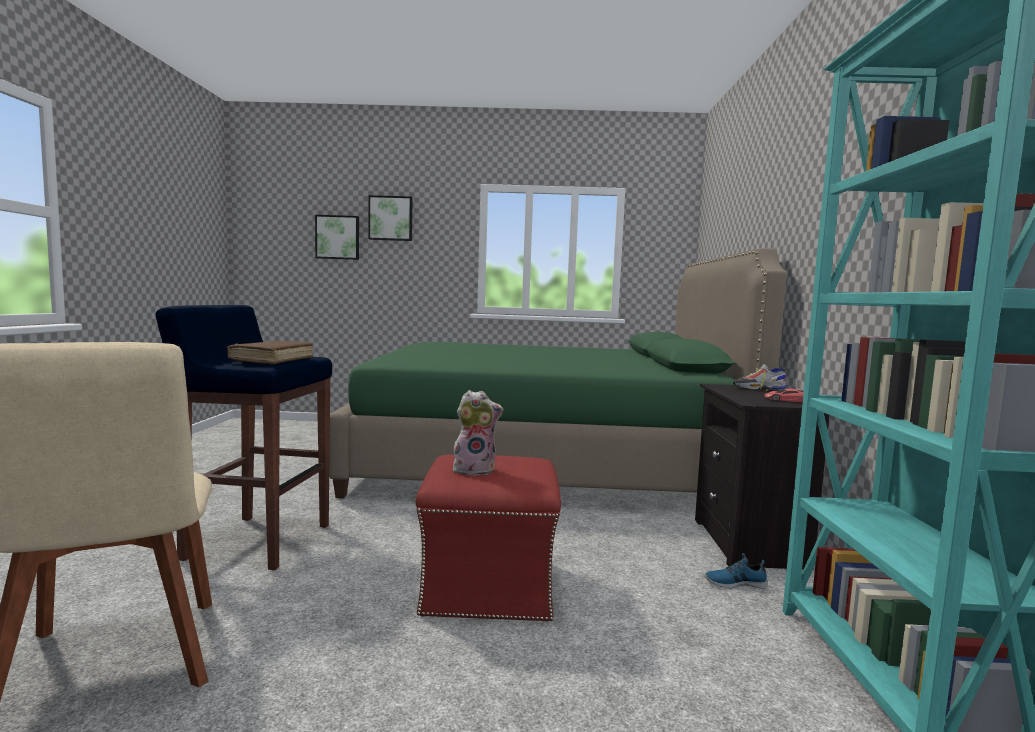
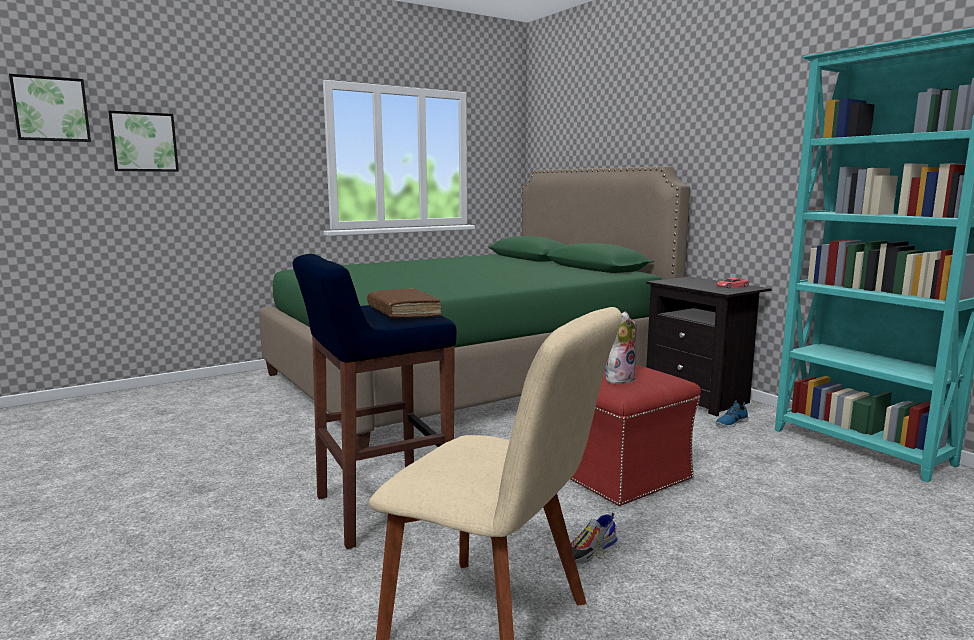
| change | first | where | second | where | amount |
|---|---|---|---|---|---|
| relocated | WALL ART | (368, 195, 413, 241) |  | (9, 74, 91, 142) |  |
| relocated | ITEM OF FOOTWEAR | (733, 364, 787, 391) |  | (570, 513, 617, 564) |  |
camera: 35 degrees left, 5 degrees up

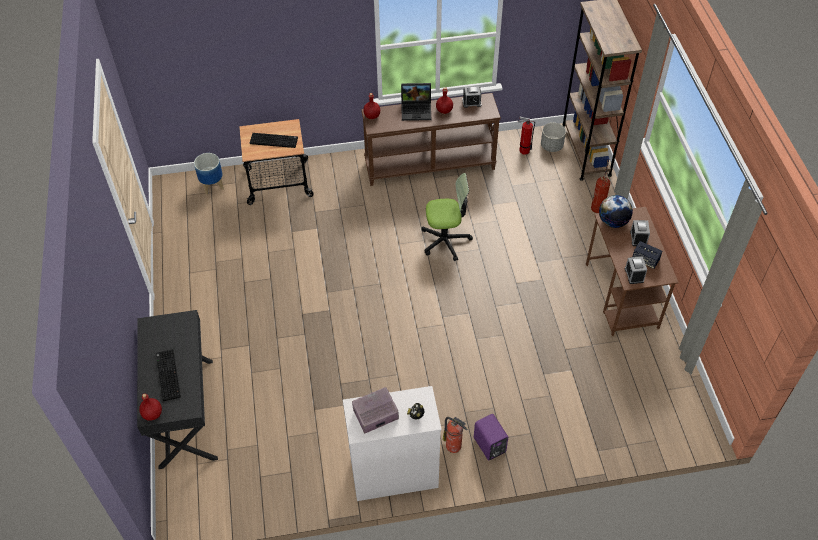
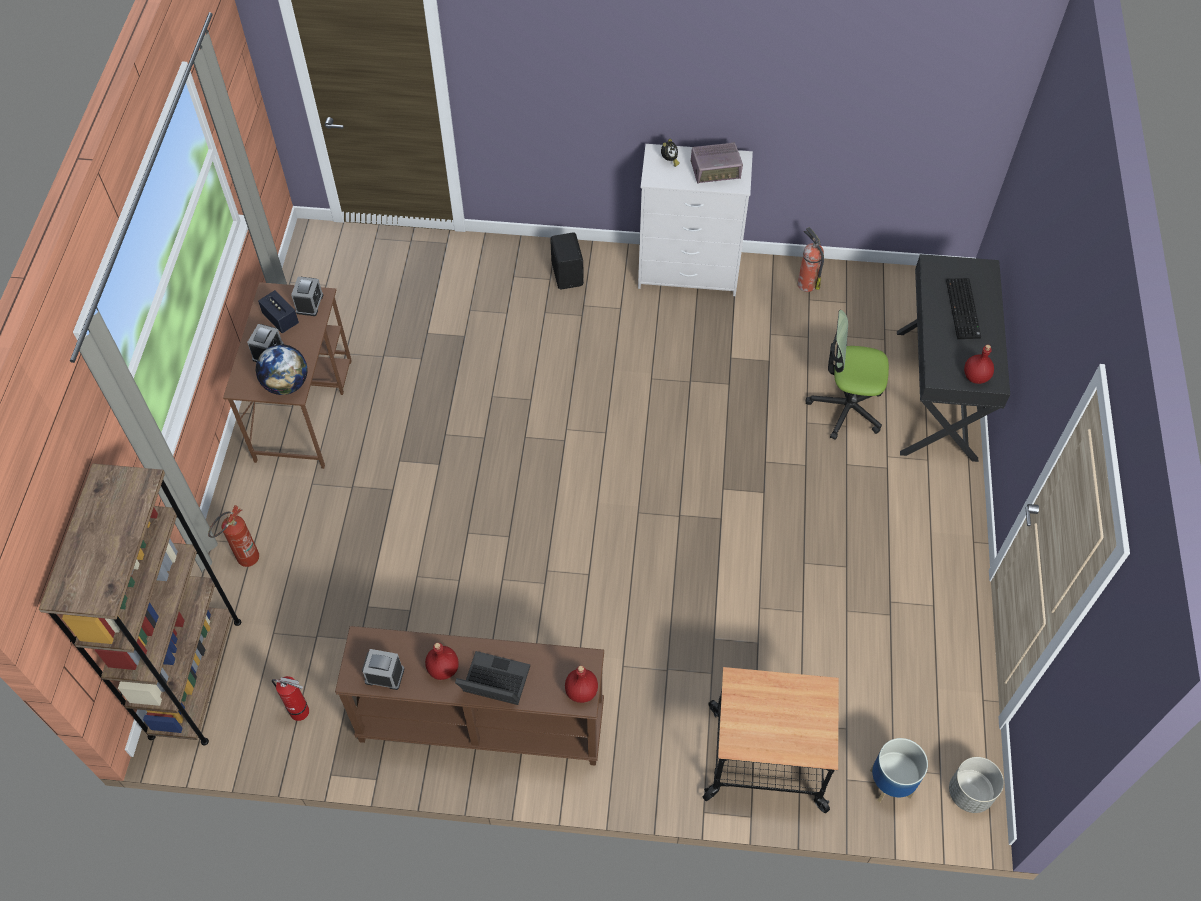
| change | first | where | second | where | amount |
|---|---|---|---|---|---|
| missing | COMPUTER KEYBOARD | (250, 133, 298, 148) |  |  |  |
| relocated | RED-COLOURED BOTTLE | (139, 394, 162, 421) |  | (964, 345, 994, 384) |  |
| relocated | COMPUTER CHAIR | (421, 173, 473, 261) |  | (806, 310, 889, 440) |  |
| relocated | EXTINGUISHER | (443, 417, 467, 453) |  | (798, 227, 824, 292) |  |
| relocated | GREYISH PLANTER | (541, 123, 566, 152) |  | (949, 757, 1004, 813) |  |
| colour | PURPLE AUDIO SPEAKER | (474, 414, 508, 460) | BLACK-COLOURED AUDIO SPEAKER | (550, 233, 584, 289) |  |
camera: 165 degrees left, 5 degrees up

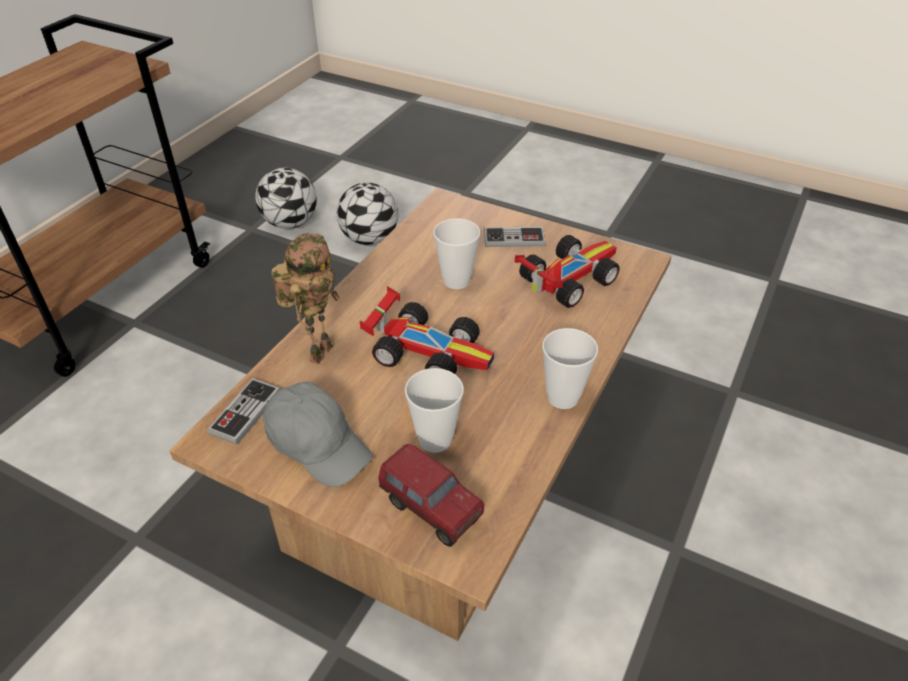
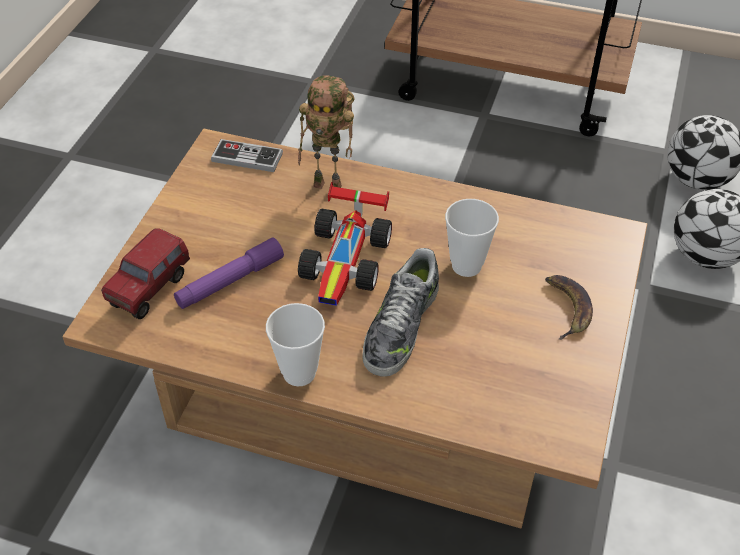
| change | first | where | second | where | amount |
|---|---|---|---|---|---|
| missing | GREYISH PEAKED CAP | (263, 381, 373, 487) |  |  |  |
| missing | MODEL CAR | (515, 235, 620, 308) |  |  |  |
| appeared |  |  | ITEM OF FOOTWEAR | (363, 248, 439, 377) |  |
| exchanged | SMALL CUP | (405, 368, 464, 453) | PURPLE TORCH | (174, 237, 284, 309) |  |
| exchanged | JOYPAD | (484, 227, 546, 247) | WHOLE BANANA | (545, 275, 593, 340) |  |
camera: 80 degrees right, 5 degrees up

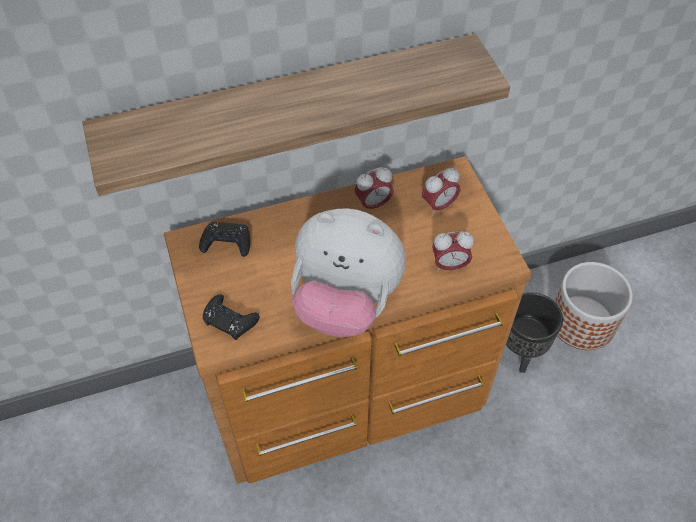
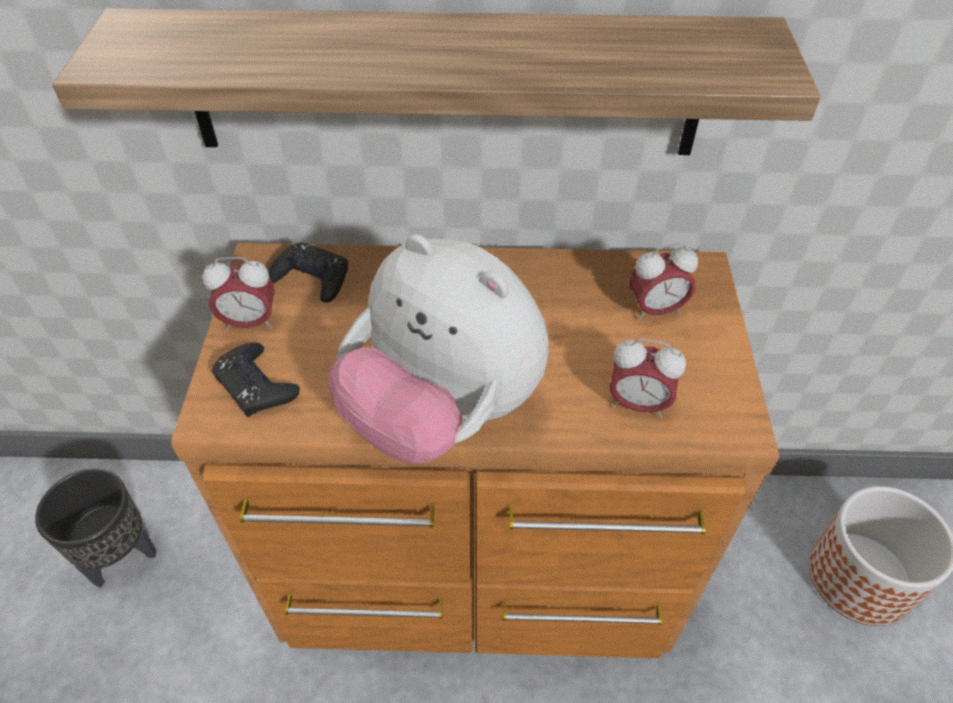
| change | first | where | second | where | amount |
|---|---|---|---|---|---|
| relocated | BEDSIDE CLOCK | (355, 167, 394, 211) |  | (202, 257, 274, 331) |  |
| relocated | BLACK-COLOURED PLANTER | (506, 292, 563, 373) |  | (35, 468, 156, 588) |  |
camera: 20 degrees right, 5 degrees down

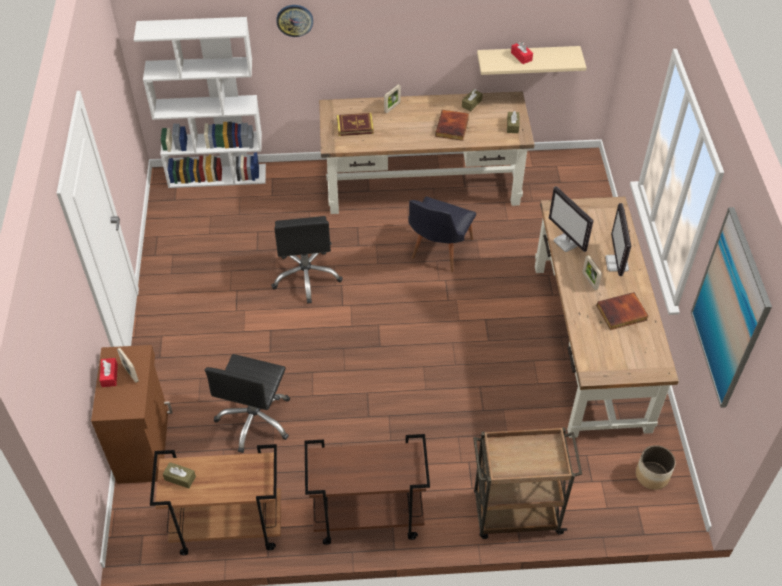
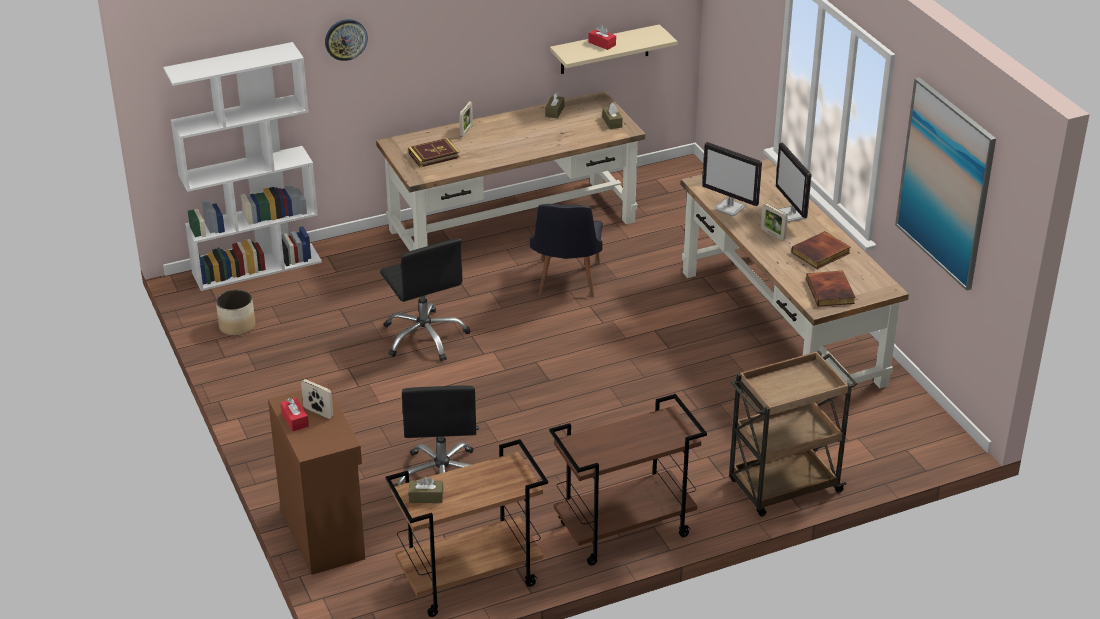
| change | first | where | second | where | amount |
|---|---|---|---|---|---|
| relocated | BOOK | (435, 110, 469, 141) |  | (806, 271, 856, 307) |  |
| relocated | PLANTER | (636, 445, 676, 490) |  | (216, 289, 255, 336) |  |
camera: 20 degrees left, 15 degrees down

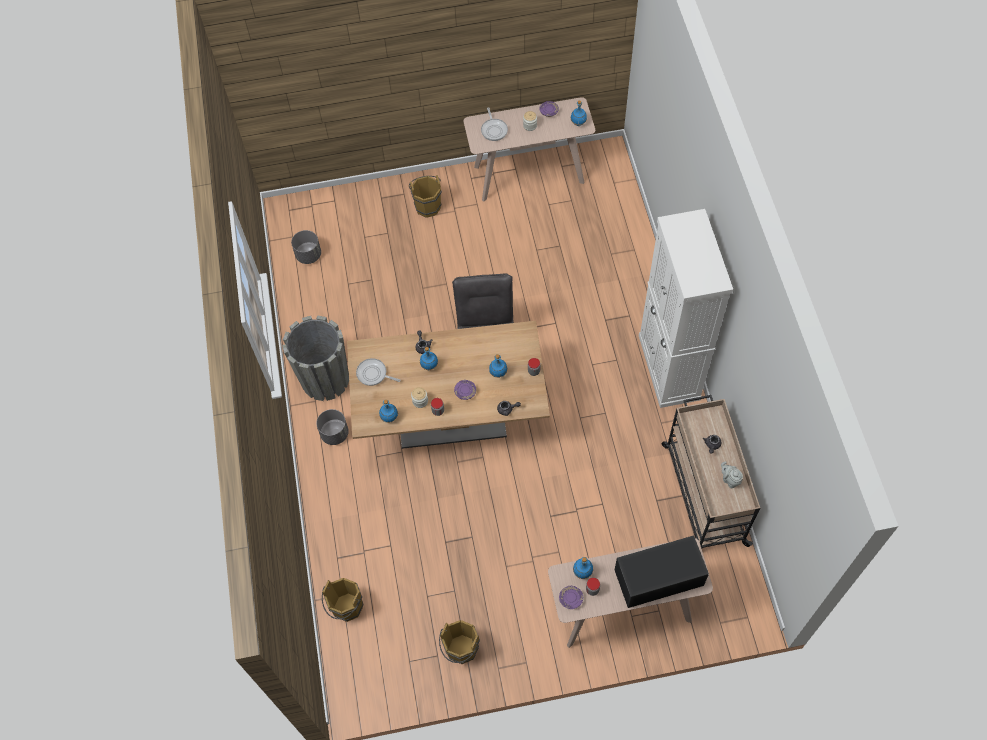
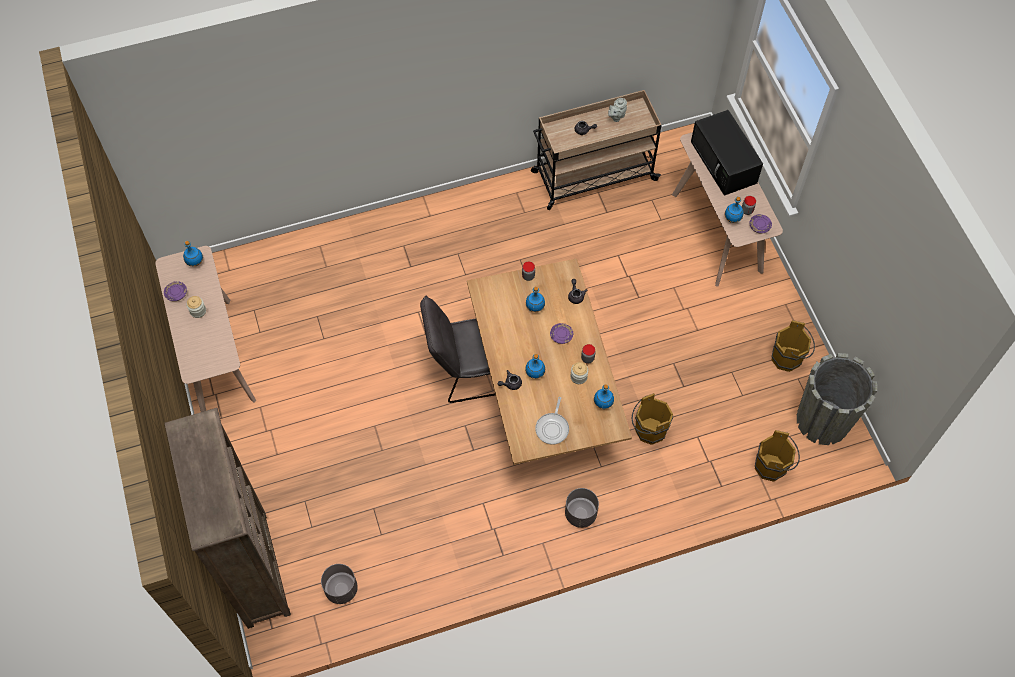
| change | first | where | second | where | amount |
|---|---|---|---|---|---|
| missing | PAN | (481, 107, 508, 141) |  |  |  |
| missing | WHITE-COLOURED CUPBOARD | (639, 209, 733, 408) |  |  |  |
| appeared |  |  | BROWN-COLOURED BOOKSHELF | (165, 408, 291, 629) |  |
| relocated | GREYISH PLANTER | (282, 315, 349, 401) |  | (797, 353, 877, 445) |  |
| relocated | BROWN-COLOURED WATER BUCKET | (409, 175, 442, 218) |  | (632, 393, 674, 445) |  |
camera: 100 degrees left, 0 degrees up

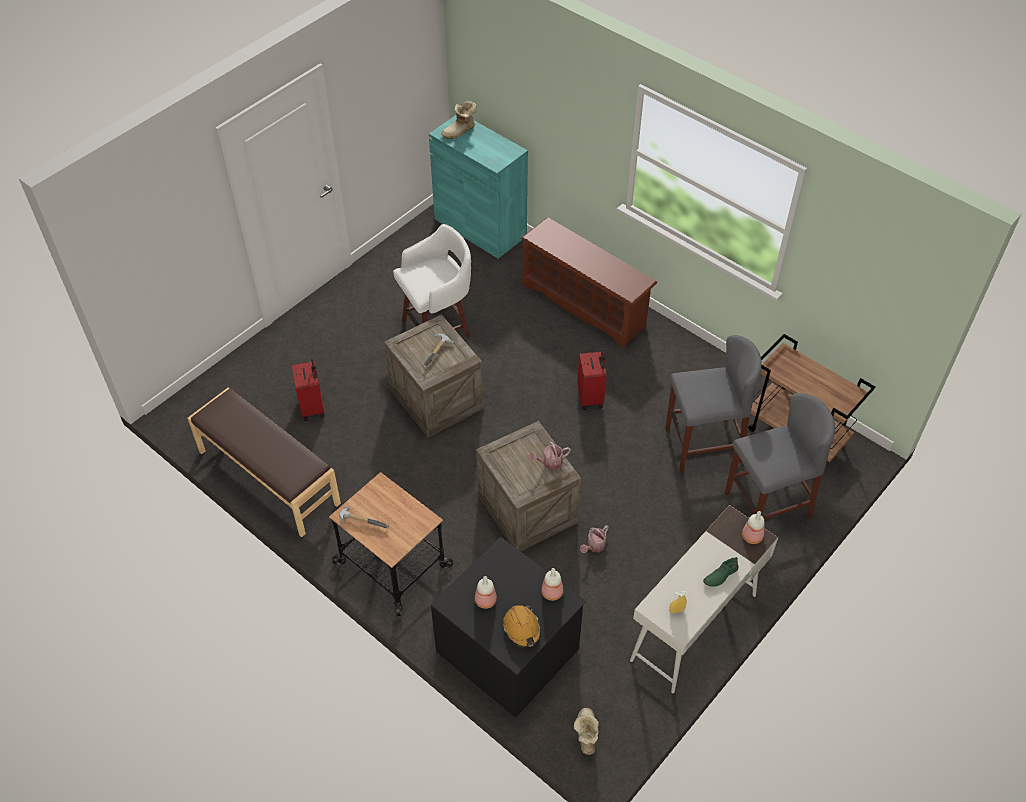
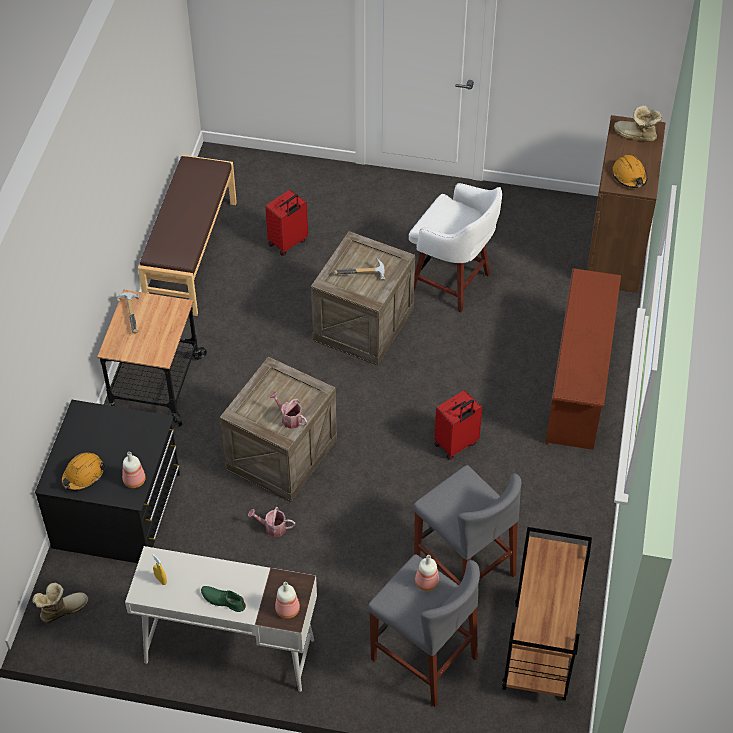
| change | first | where | second | where | amount |
|---|---|---|---|---|---|
| appeared |  |  | ORANGEY SAFETY HELMET | (612, 155, 647, 188) |  |
| relocated | BOTTLE | (475, 576, 497, 609) |  | (415, 555, 439, 591) |  |
| colour | TURQUOISE CUPBOARD | (429, 115, 528, 259) | BROWN-COLOURED CUPBOARD | (587, 115, 665, 293) |  |
camera: 60 degrees right, 0 degrees up

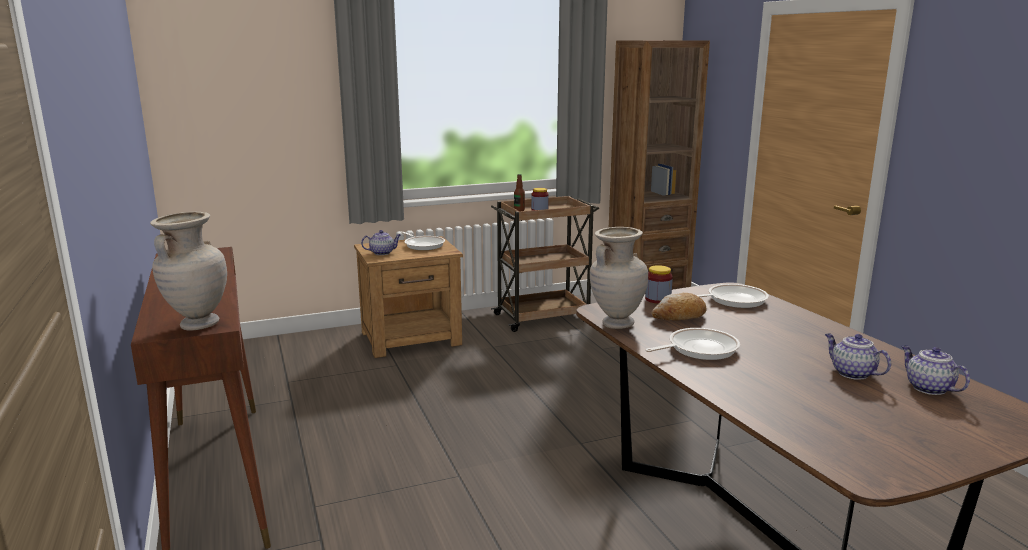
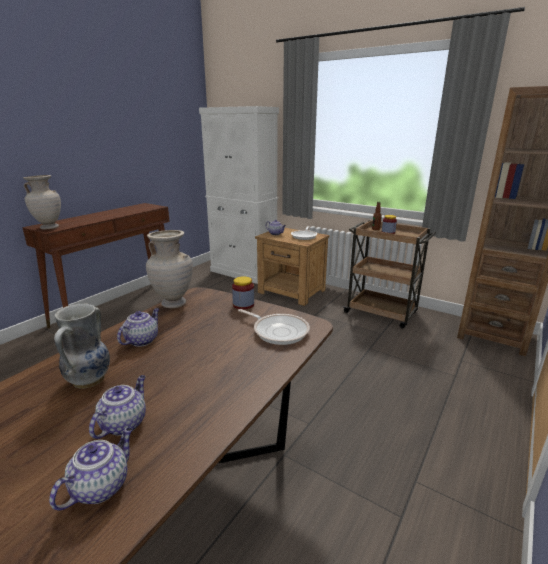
| change | first | where | second | where | amount |
|---|---|---|---|---|---|
| missing | BAKED BREAD | (651, 293, 707, 320) |  |  |  |
| appeared |  |  | DECORATIVE VASE | (54, 304, 110, 389) |  |
| appeared |  |  | WHITE-COLOURED CUPBOARD | (199, 106, 279, 284) |  |
| exchanged | PAN | (645, 328, 740, 360) | TEA POT | (117, 308, 159, 347) |  |
camera: 55 degrees right, 5 degrees up

